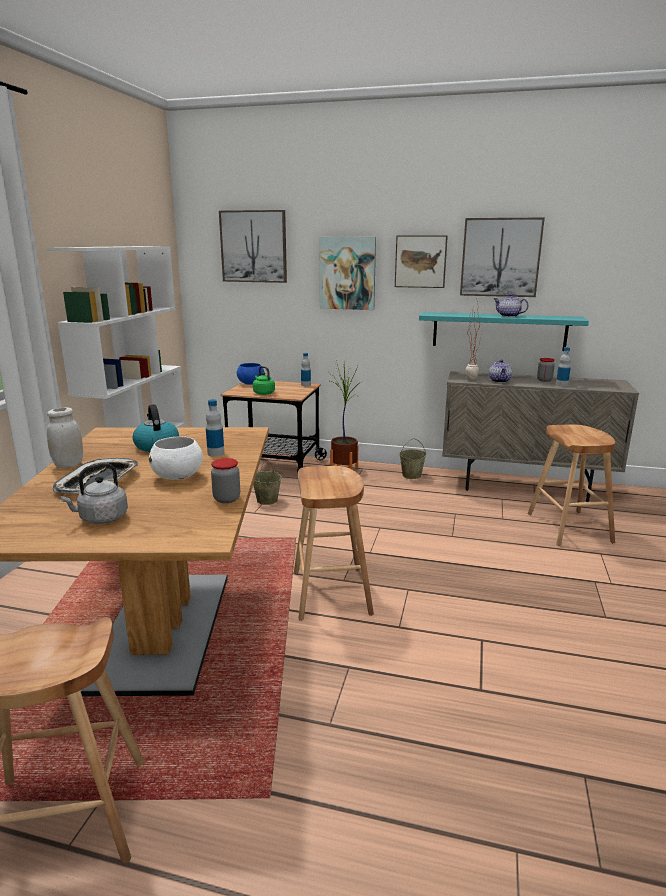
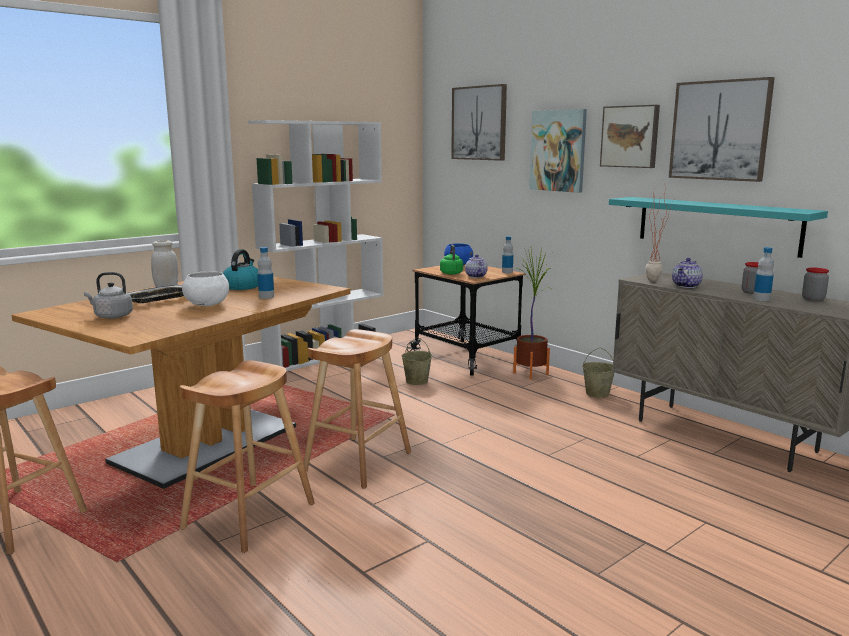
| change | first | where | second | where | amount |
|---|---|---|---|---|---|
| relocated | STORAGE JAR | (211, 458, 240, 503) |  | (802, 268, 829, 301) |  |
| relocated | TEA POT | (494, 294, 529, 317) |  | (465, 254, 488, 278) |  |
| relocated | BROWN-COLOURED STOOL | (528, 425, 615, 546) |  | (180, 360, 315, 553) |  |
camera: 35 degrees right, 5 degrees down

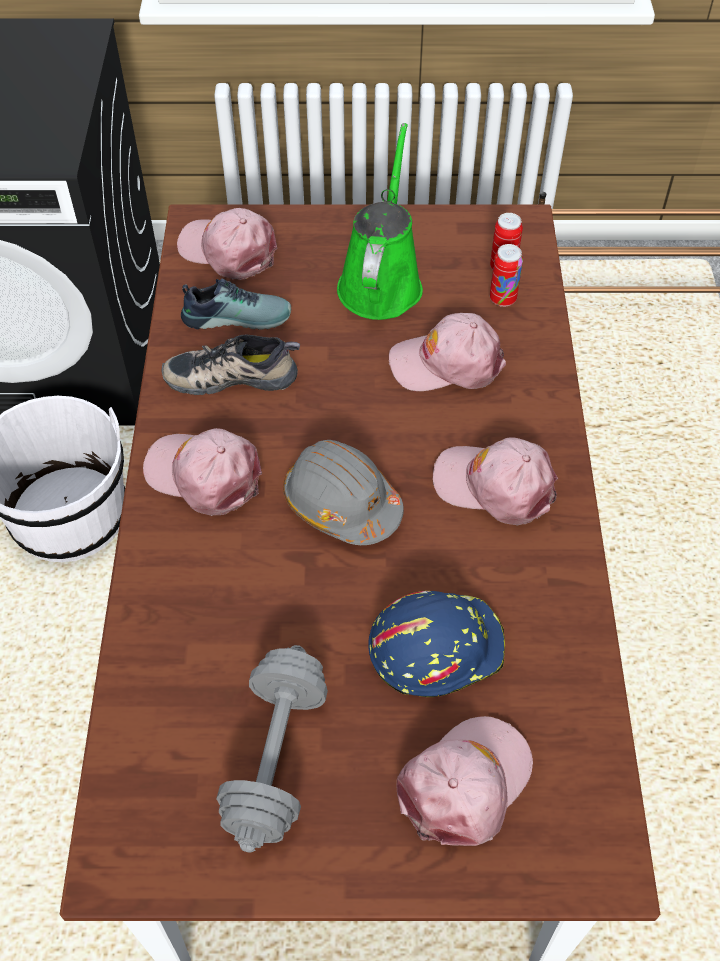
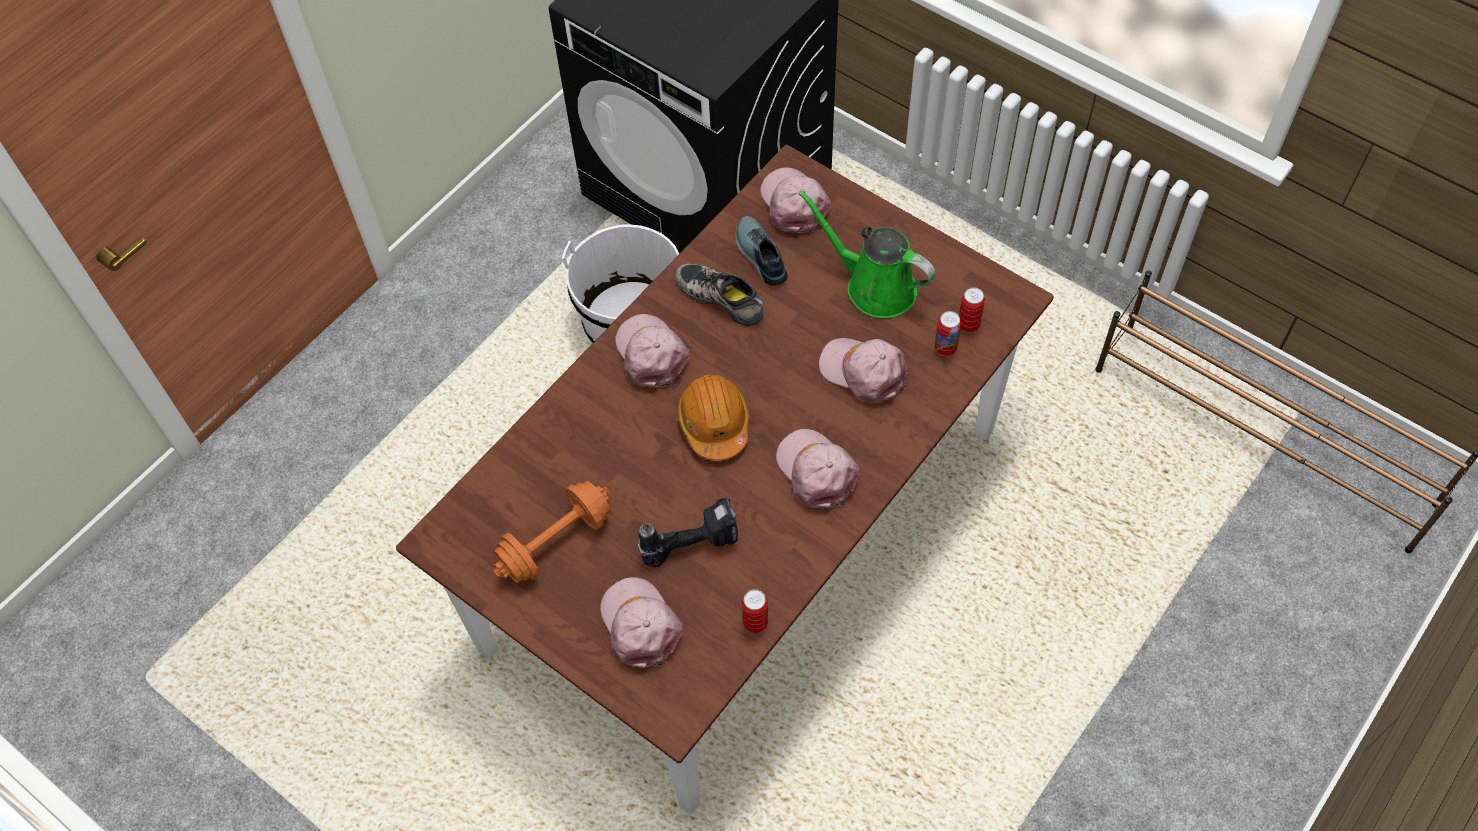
| change | first | where | second | where | amount |
|---|---|---|---|---|---|
| appeared |  |  | METAL CAN | (742, 590, 768, 633) |  |
| exchanged | BLUE SAFETY HELMET | (368, 591, 505, 697) | DRILL | (638, 498, 738, 567) |  |
| colour | GREYISH HAND WEIGHT | (216, 645, 328, 852) | ORANGEY HAND WEIGHT | (493, 481, 611, 583) |  |
| colour | GREYISH SAFETY HELMET | (283, 440, 404, 545) | ORANGEY SAFETY HELMET | (678, 375, 749, 461) |  |
| spun | ITEM OF FOOTWEAR | (181, 279, 291, 330) |  | (736, 216, 788, 286) | 150 degrees counterclockwise |
| spun | GREEN-COLOURED SPRINKLING CAN | (337, 123, 423, 320) |  | (799, 190, 936, 318) | 105 degrees counterclockwise |
| spun | PINK-COLOURED PEAKED CAP | (397, 716, 533, 846) |  | (600, 577, 683, 668) | 105 degrees counterclockwise |
camera: 40 degrees right, 5 degrees up

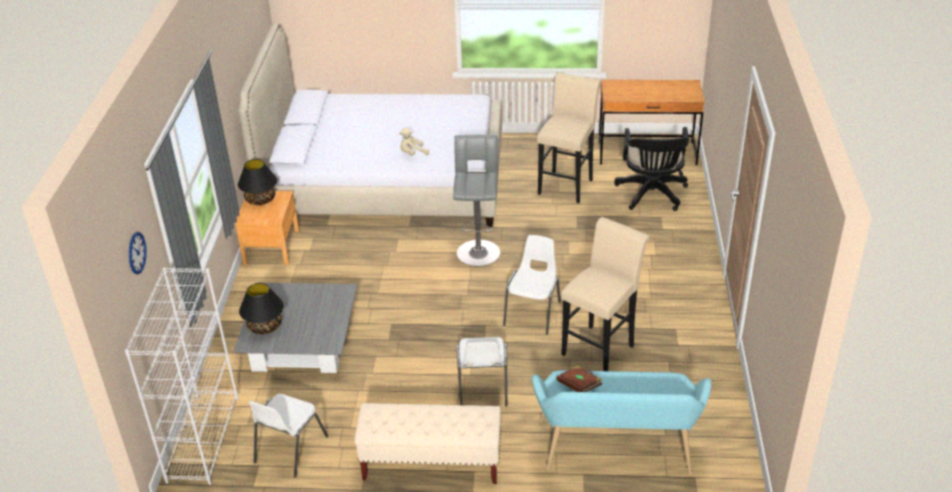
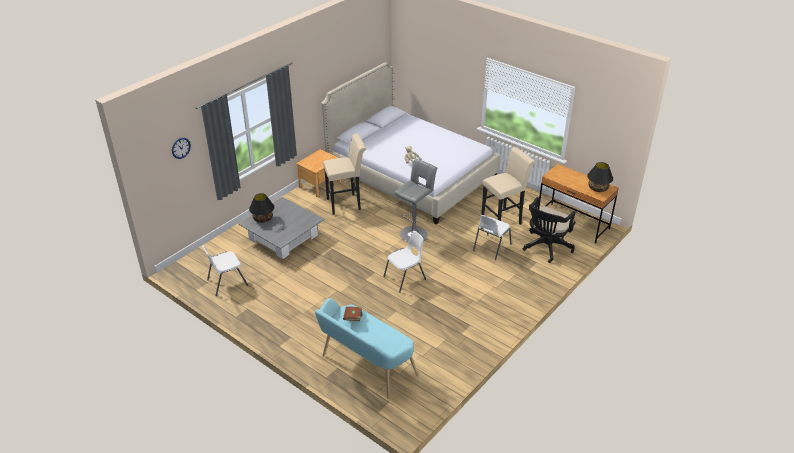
| change | first | where | second | where | amount |
|---|---|---|---|---|---|
| missing | WHITE-COLOURED BOOKSHELF | (125, 268, 238, 485) |  |  |  |
| missing | SAND-COLOURED LONG SEAT | (354, 403, 501, 484) |  |  |  |
| relocated | BLACK-COLOURED TABLETOP LAMP | (238, 159, 277, 205) |  | (587, 162, 613, 192) |  |
| relocated | WHITE-COLOURED PLAIN CHAIR | (456, 337, 508, 407) |  | (473, 215, 512, 260) |  |
| relocated | SAND-COLOURED STOOL | (561, 217, 650, 371) |  | (323, 134, 366, 215) |  |
camera: 35 degrees right, 0 degrees up

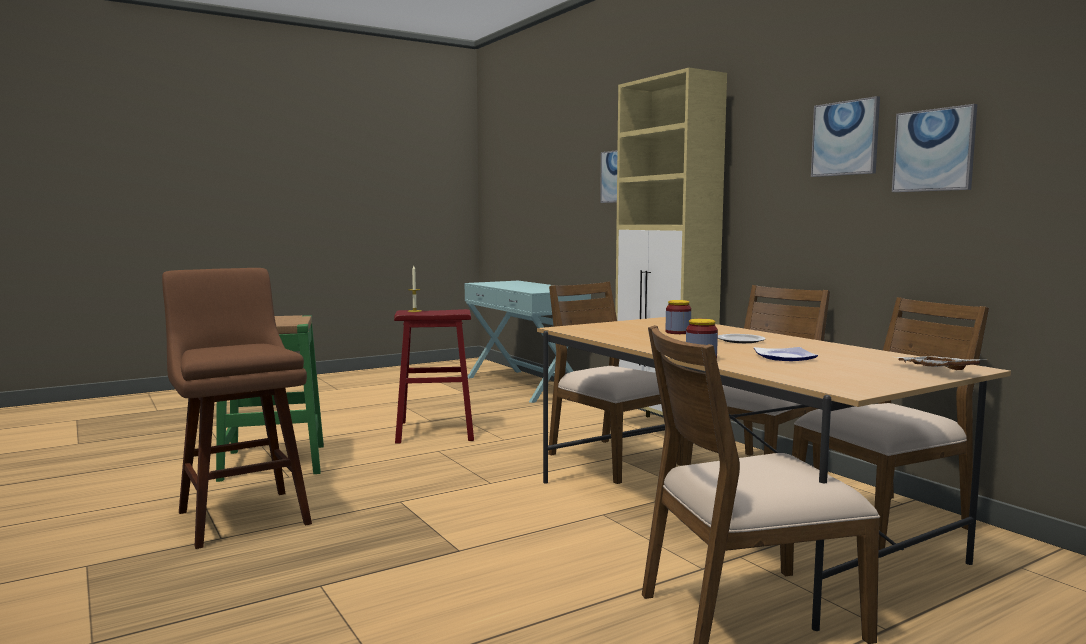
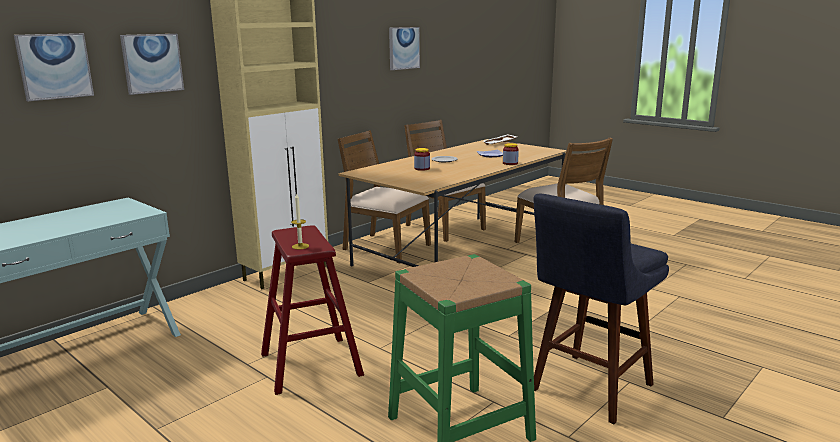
| change | first | where | second | where | amount |
|---|---|---|---|---|---|
| missing | BROWN-COLOURED PLAIN CHAIR | (548, 281, 683, 484) |  |  |  |
| relocated | WALL ART | (811, 96, 880, 177) |  | (14, 33, 94, 101) |  |
| colour | BROWN-COLOURED STOOL | (162, 268, 312, 549) | BLUE STOOL | (534, 194, 669, 424) |  |
camera: 105 degrees left, 10 degrees up

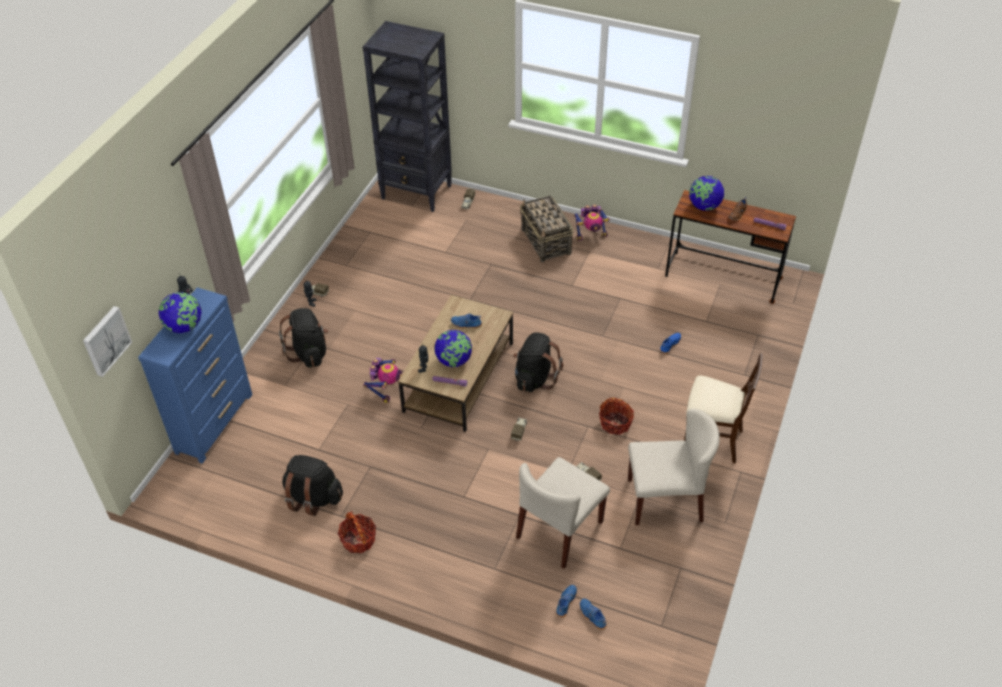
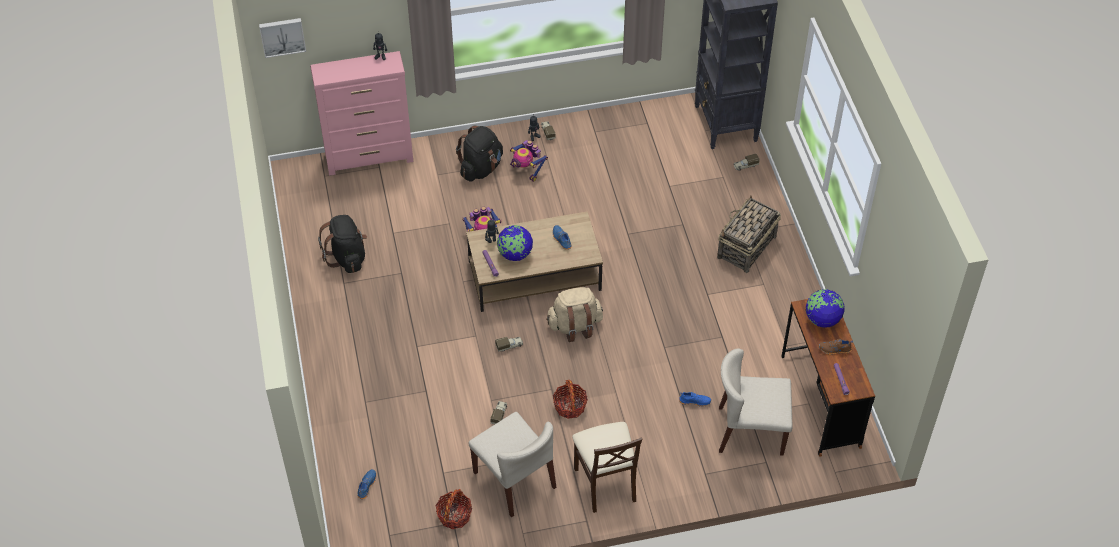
| change | first | where | second | where | amount |
|---|---|---|---|---|---|
| missing | GLOBE | (159, 292, 201, 333) |  |  |  |
| missing | BLUE ITEM OF FOOTWEAR | (556, 585, 577, 617) |  |  |  |
| relocated | STORAGE BASKET | (338, 512, 376, 553) |  | (435, 489, 472, 529) |  |
| relocated | SAND-COLOURED PLAIN CHAIR | (516, 457, 610, 569) |  | (719, 349, 793, 456) |  |
| relocated | TOY ROBOT | (574, 204, 610, 241) |  | (510, 140, 548, 182) |  |
| colour | BLUE DRESSER | (138, 287, 252, 463) | PINK-COLOURED DRESSER | (310, 51, 413, 176) |  |
| colour | BLACK-COLOURED KNAPSACK | (513, 333, 563, 392) | SAND-COLOURED KNAPSACK | (546, 287, 603, 342) |  |
camera: 55 degrees right, 5 degrees up

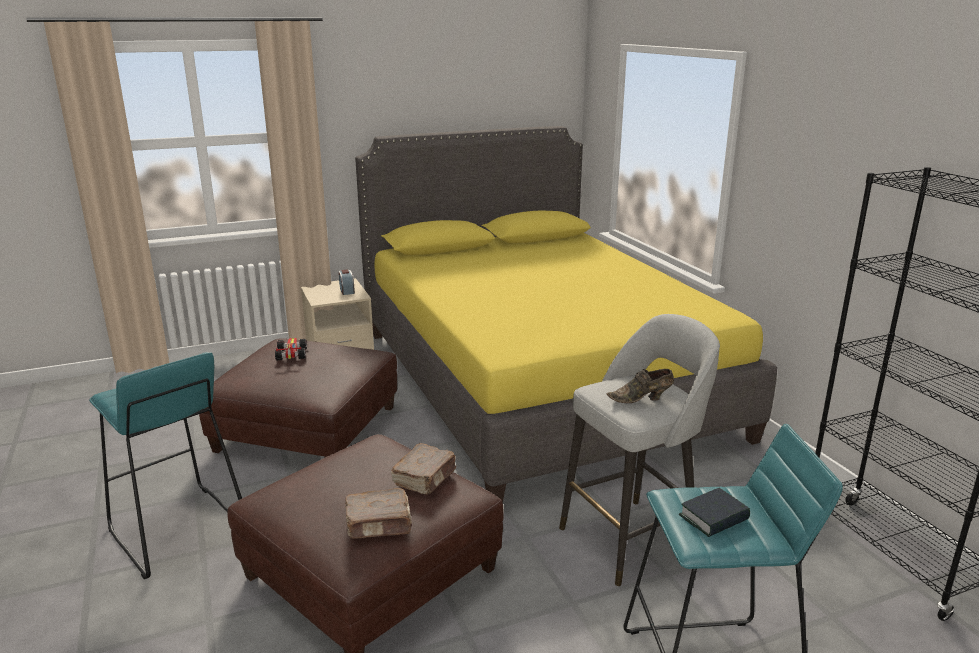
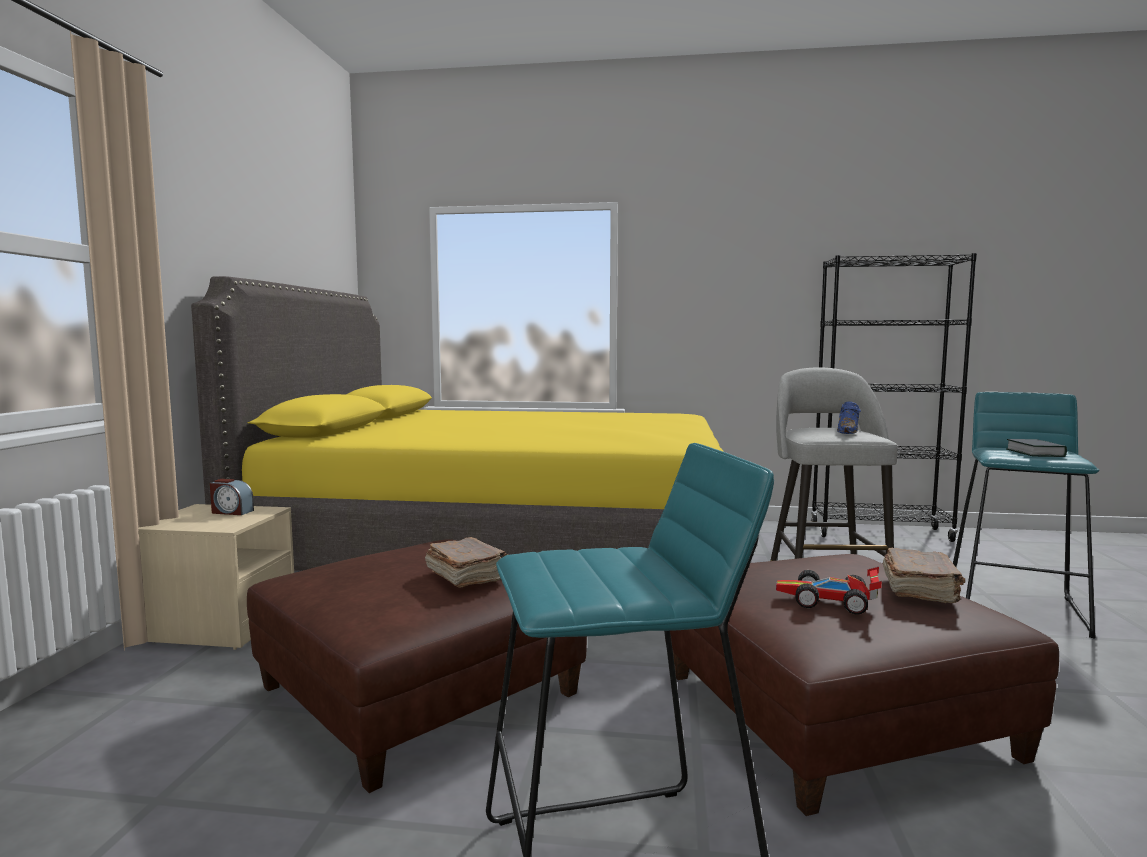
| change | first | where | second | where | amount |
|---|---|---|---|---|---|
| relocated | MODEL CAR | (275, 338, 307, 360) |  | (776, 567, 882, 615) |  |
| relocated | BROWN-COLOURED BOOK | (391, 443, 456, 494) |  | (425, 537, 508, 588) |  |
| colour | BROWN-COLOURED ITEM OF FOOTWEAR | (606, 369, 674, 403) | BLUE ITEM OF FOOTWEAR | (837, 401, 861, 434) |  |
camera: 60 degrees left, 15 degrees down

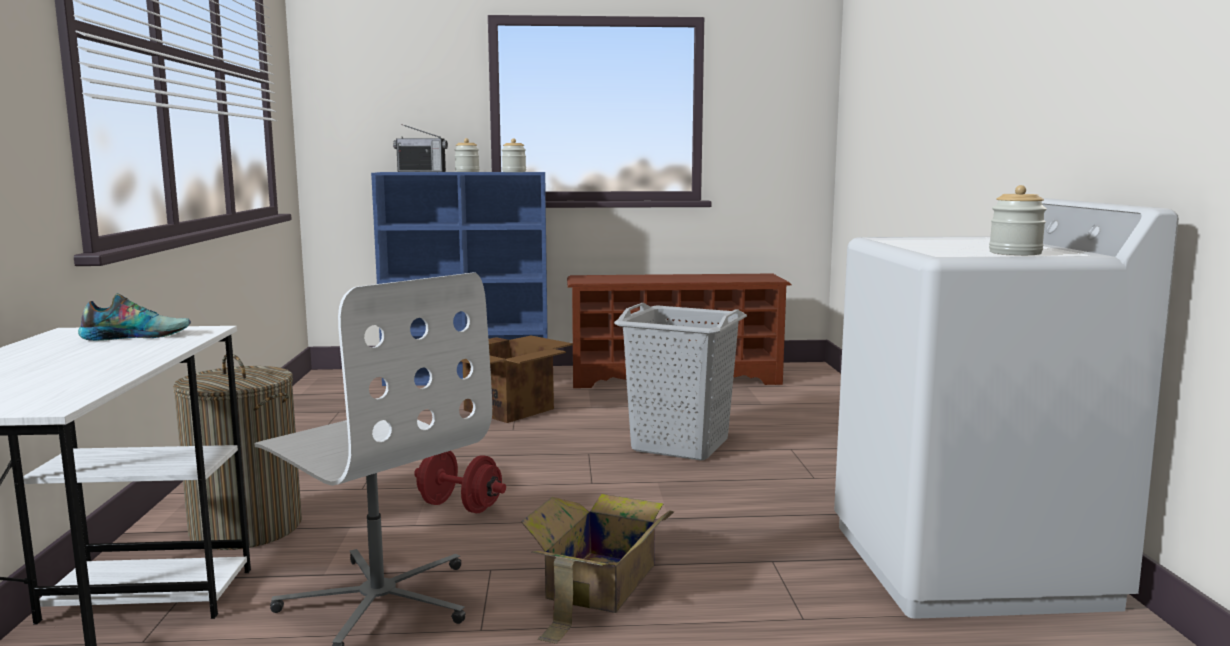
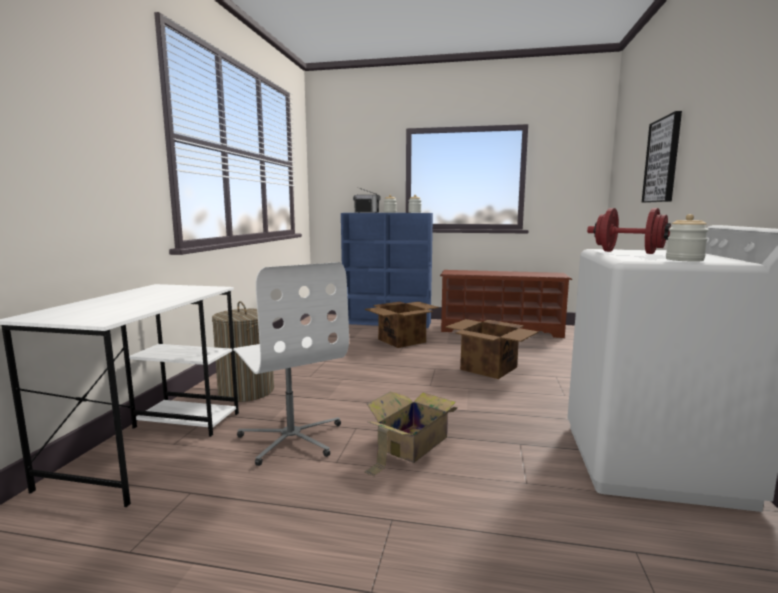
| change | first | where | second | where | amount |
|---|---|---|---|---|---|
| missing | ITEM OF FOOTWEAR | (78, 293, 191, 341) |  |  |  |
| appeared |  |  | WALL ART | (642, 111, 682, 203) |  |
| relocated | RED-COLOURED HAND WEIGHT | (414, 451, 506, 513) |  | (587, 208, 671, 254) |  |
| exchanged | GREYISH WASHING BASKET | (614, 303, 747, 461) | CARTON | (445, 319, 539, 379) |  |
camera: 15 degrees right, 0 degrees up

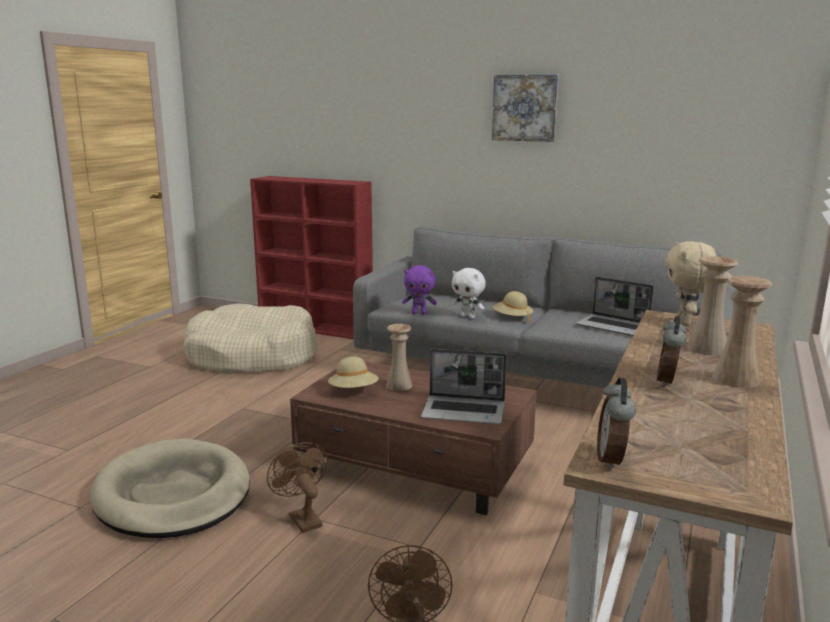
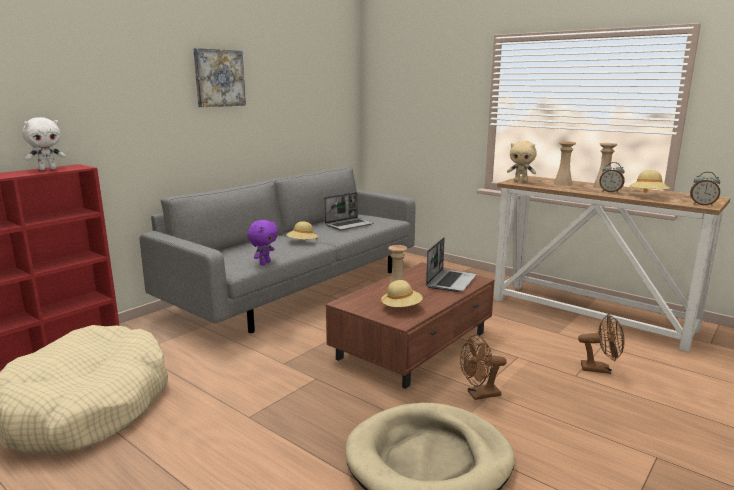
| change | first | where | second | where | amount |
|---|---|---|---|---|---|
| appeared |  |  | SAND-COLOURED WEARABLE HAT | (629, 170, 670, 193) |  |
| relocated | WHITE-COLOURED PLUSH TOY | (452, 268, 486, 319) |  | (22, 117, 66, 170) |  |
camera: 75 degrees left, 0 degrees up

